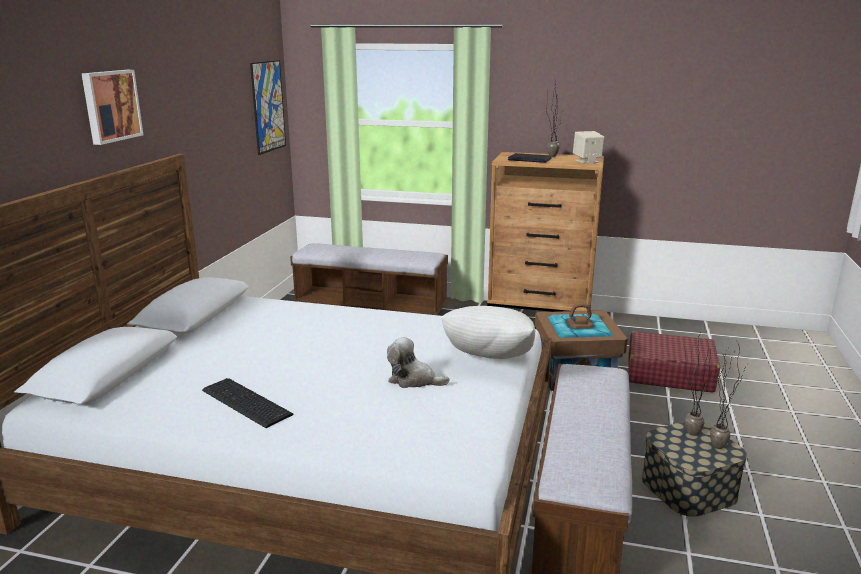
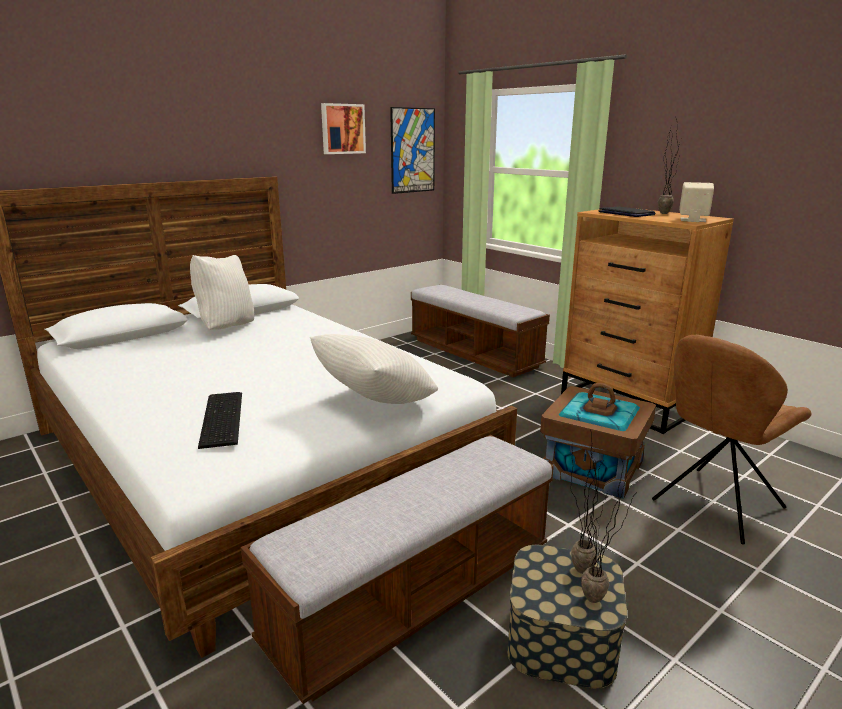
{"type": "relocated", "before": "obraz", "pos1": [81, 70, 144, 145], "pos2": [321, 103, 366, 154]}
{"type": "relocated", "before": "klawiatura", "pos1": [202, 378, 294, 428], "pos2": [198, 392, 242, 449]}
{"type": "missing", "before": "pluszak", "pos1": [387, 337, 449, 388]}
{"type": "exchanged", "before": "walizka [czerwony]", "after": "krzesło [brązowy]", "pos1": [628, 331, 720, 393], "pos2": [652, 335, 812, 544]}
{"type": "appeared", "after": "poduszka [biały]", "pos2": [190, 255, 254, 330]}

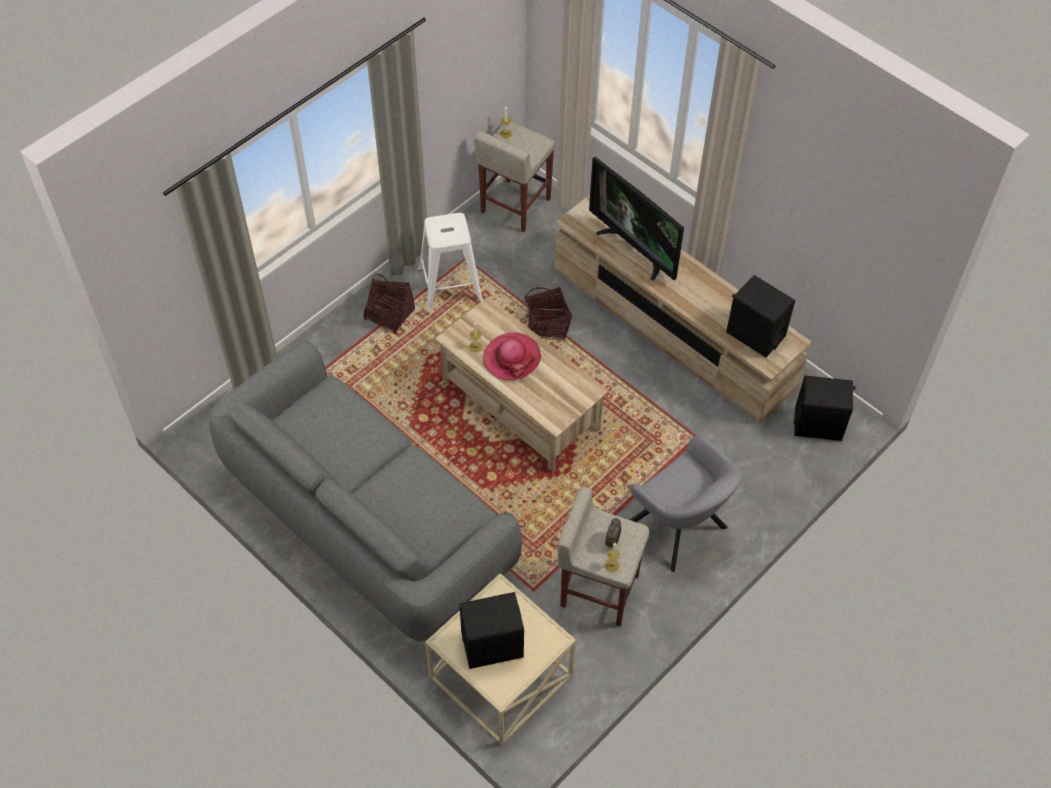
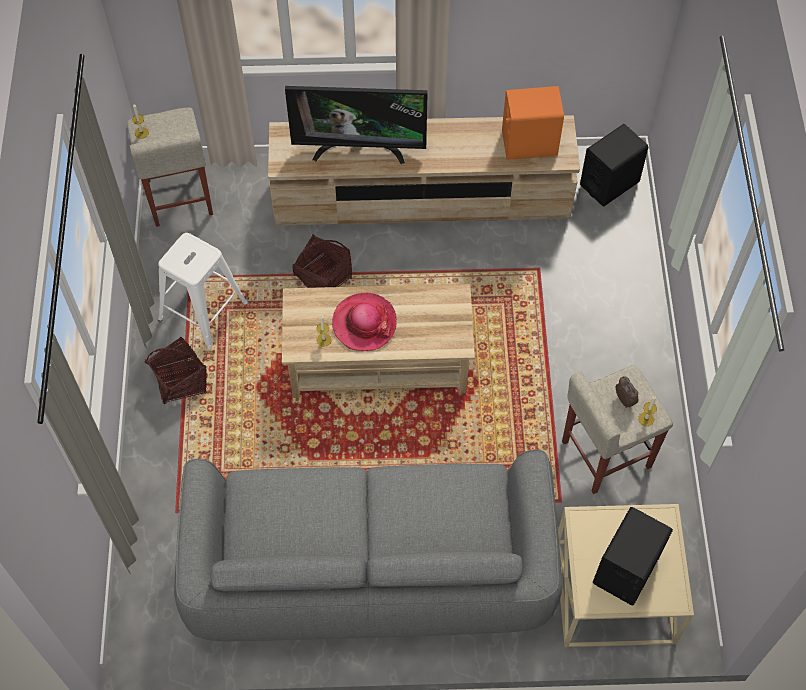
{"type": "missing", "before": "fotel [szary]", "pos1": [629, 435, 742, 572]}
{"type": "colour", "before": "głośnik [czarny]", "after": "głośnik [pomarańczowy]", "pos1": [726, 275, 795, 357], "pos2": [502, 86, 564, 160]}

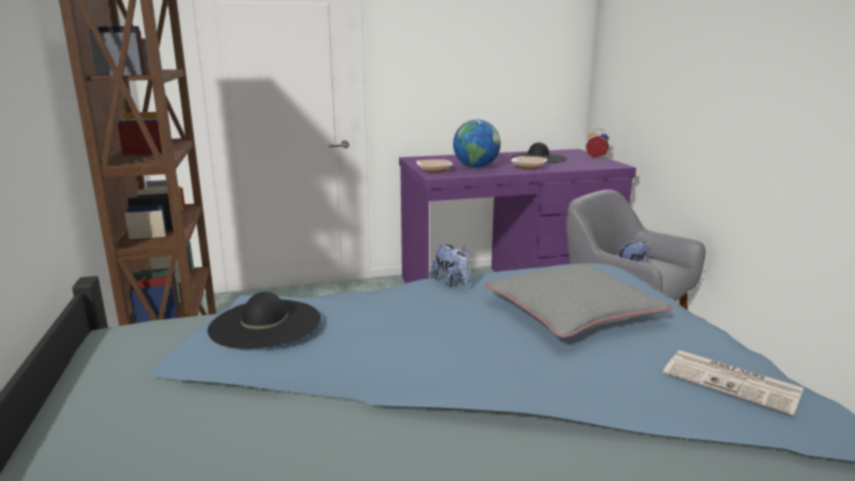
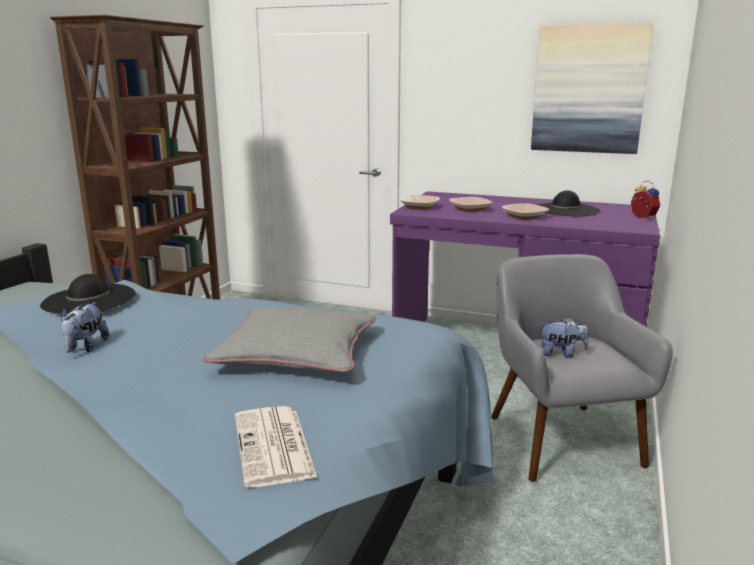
{"type": "relocated", "before": "pluszak", "pos1": [432, 244, 470, 287], "pos2": [60, 302, 109, 353]}
{"type": "exchanged", "before": "globus", "after": "miska", "pos1": [453, 119, 501, 168], "pos2": [449, 197, 493, 212]}
{"type": "appeared", "after": "obraz", "pos2": [531, 22, 654, 154]}

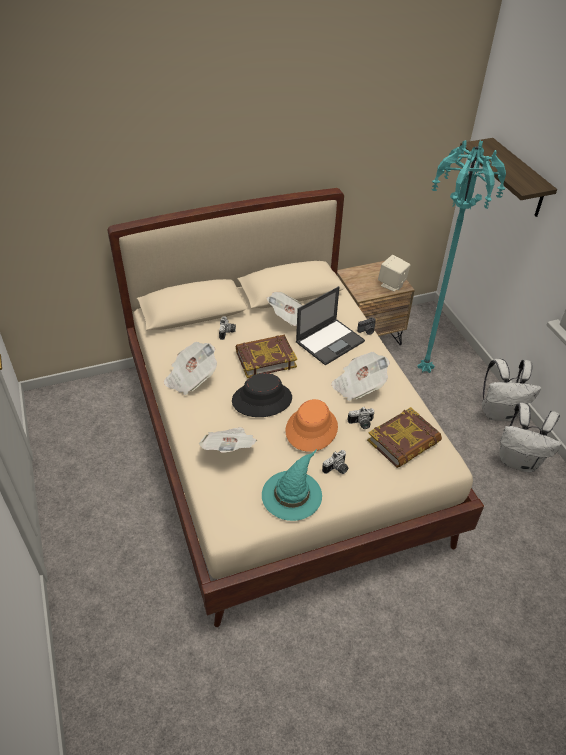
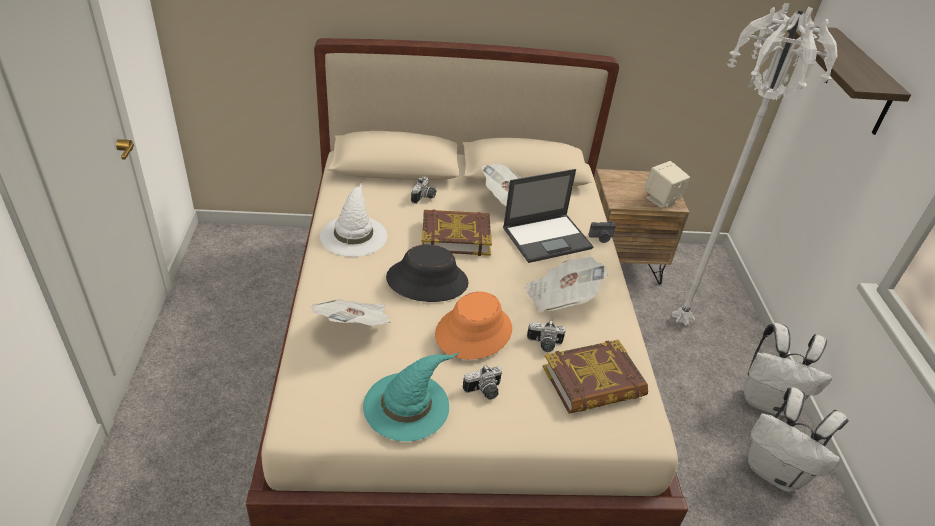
{"type": "exchanged", "before": "gazeta", "after": "kapelusz [biały]", "pos1": [164, 342, 217, 395], "pos2": [320, 182, 387, 257]}
{"type": "colour", "before": "lampa stojąca [turkusowy]", "after": "lampa stojąca [biały]", "pos1": [417, 140, 506, 373], "pos2": [672, 3, 837, 326]}

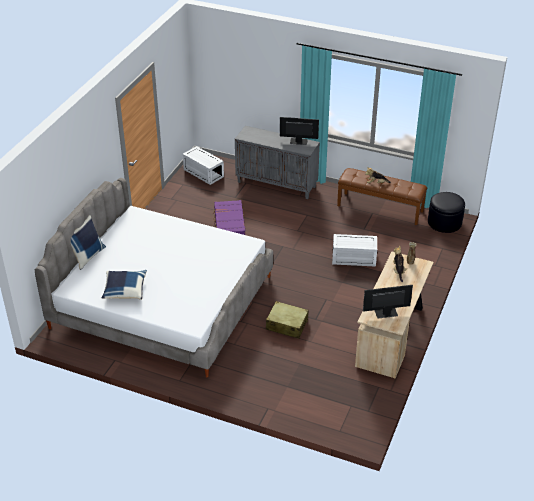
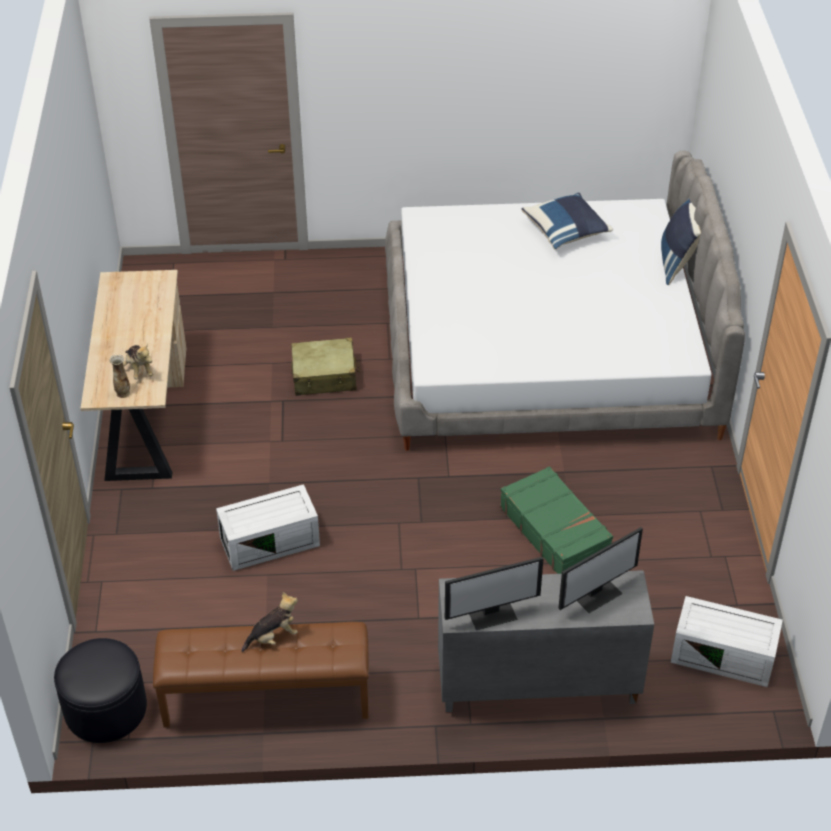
{"type": "colour", "before": "walizka [fioletowy]", "after": "walizka [zielony]", "pos1": [213, 200, 245, 235], "pos2": [500, 466, 613, 574]}
{"type": "relocated", "before": "monitor", "pos1": [363, 285, 413, 318], "pos2": [558, 527, 643, 613]}

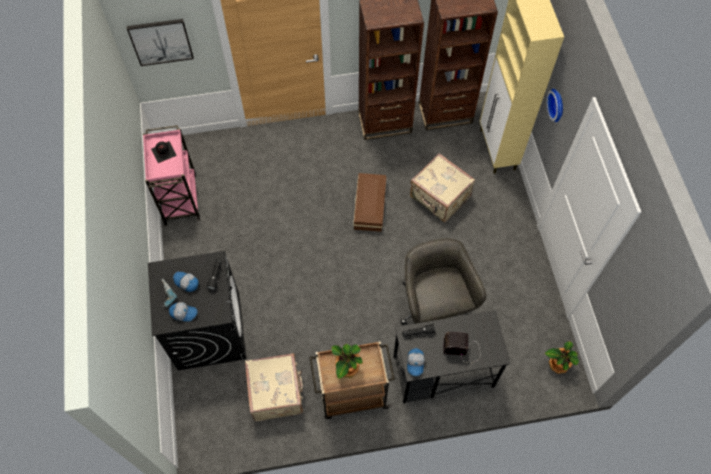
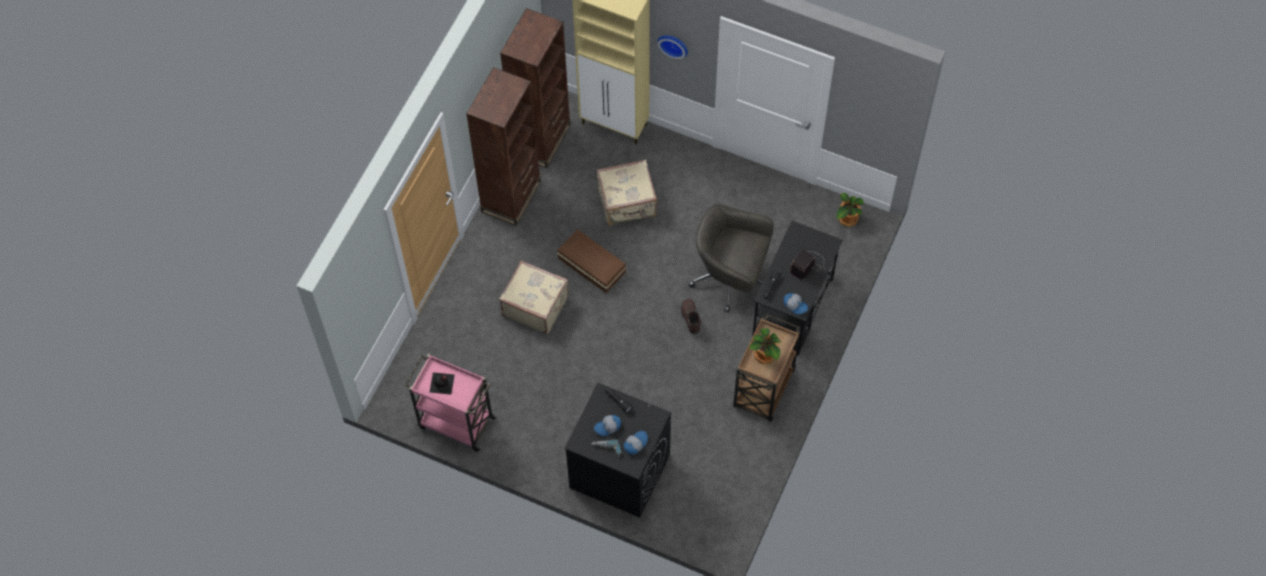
{"type": "missing", "before": "obraz", "pos1": [127, 19, 194, 66]}
{"type": "relocated", "before": "walizka [beżowy]", "pos1": [245, 353, 303, 421], "pos2": [499, 260, 569, 334]}
{"type": "appeared", "after": "but z cholewką [brązowy]", "pos2": [681, 299, 701, 334]}

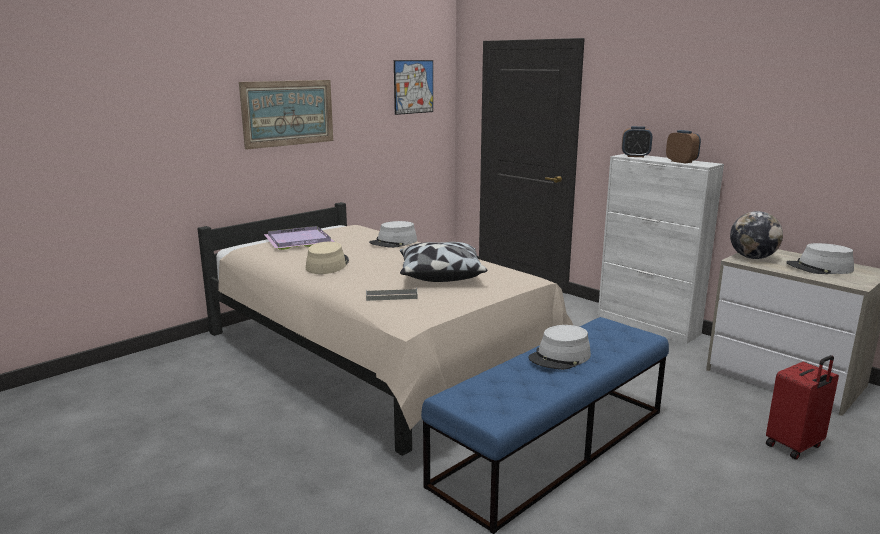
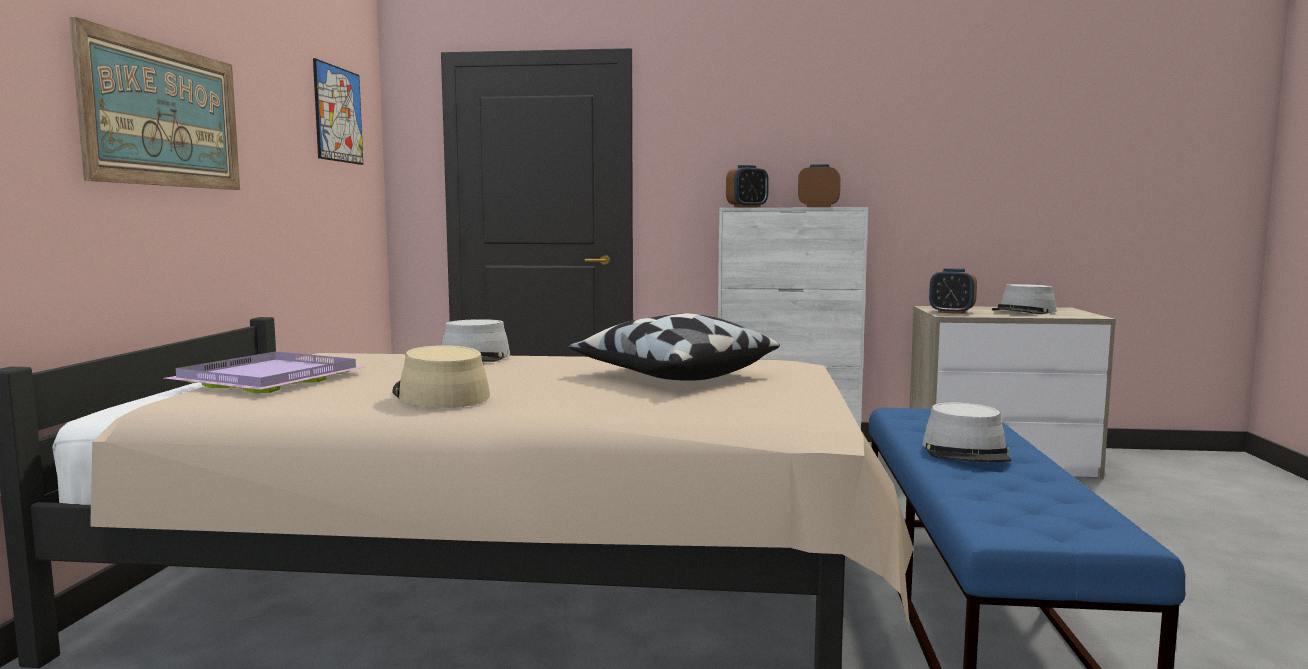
{"type": "missing", "before": "taca [szary]", "pos1": [366, 288, 418, 301]}
{"type": "exchanged", "before": "globus", "after": "budzik", "pos1": [730, 211, 783, 259], "pos2": [929, 268, 977, 314]}
{"type": "missing", "before": "walizka [czerwony]", "pos1": [766, 355, 839, 460]}

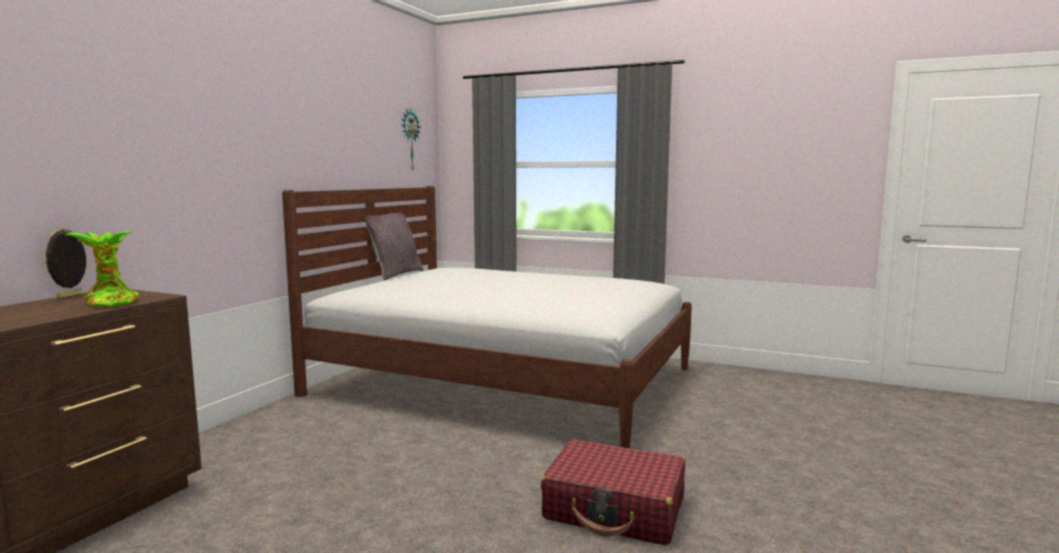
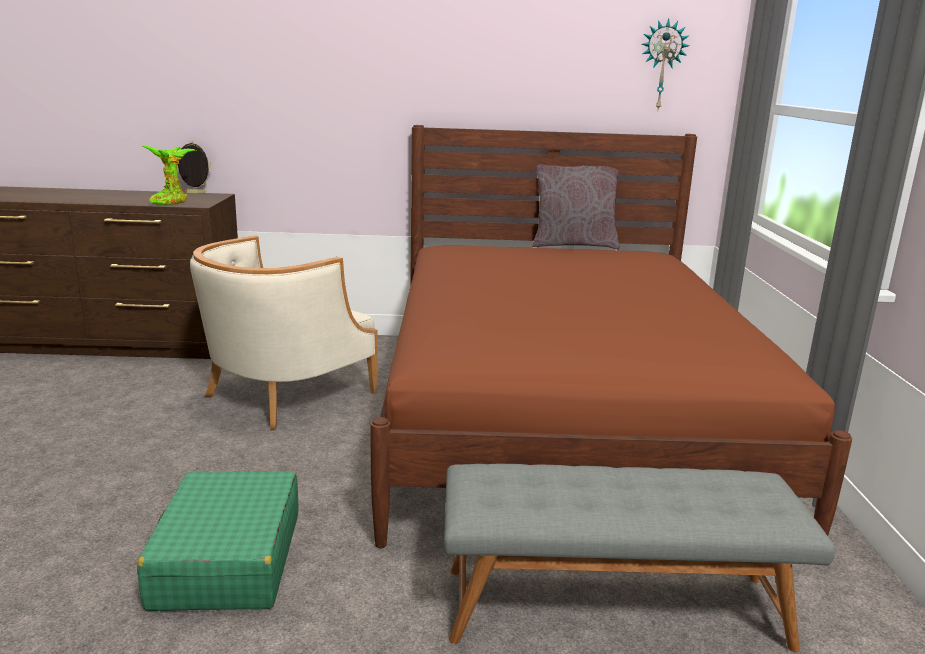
{"type": "colour", "before": "łóżko [biały]", "after": "łóżko [brązowy]", "pos1": [282, 186, 692, 449], "pos2": [370, 125, 852, 548]}
{"type": "colour", "before": "walizka [czerwony]", "after": "walizka [zielony]", "pos1": [541, 439, 685, 545], "pos2": [137, 471, 299, 611]}
{"type": "appeared", "after": "fotel [beżowy]", "pos2": [190, 235, 378, 430]}
{"type": "appeared", "after": "ławka [szary]", "pos2": [444, 464, 835, 652]}

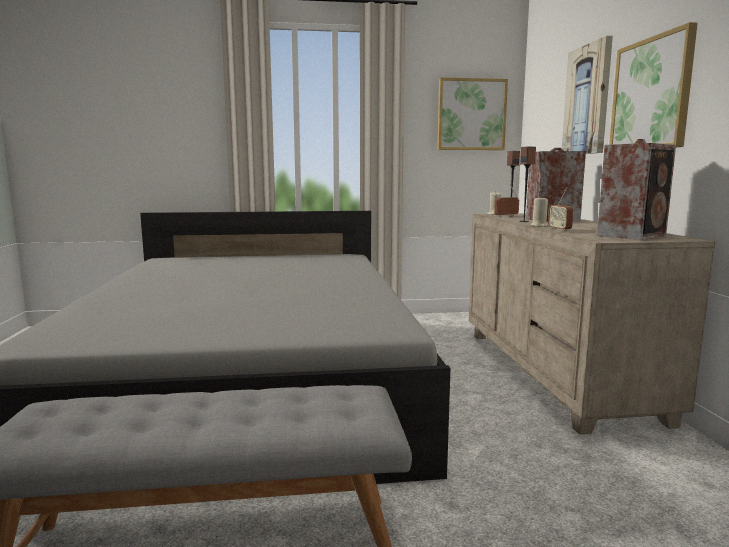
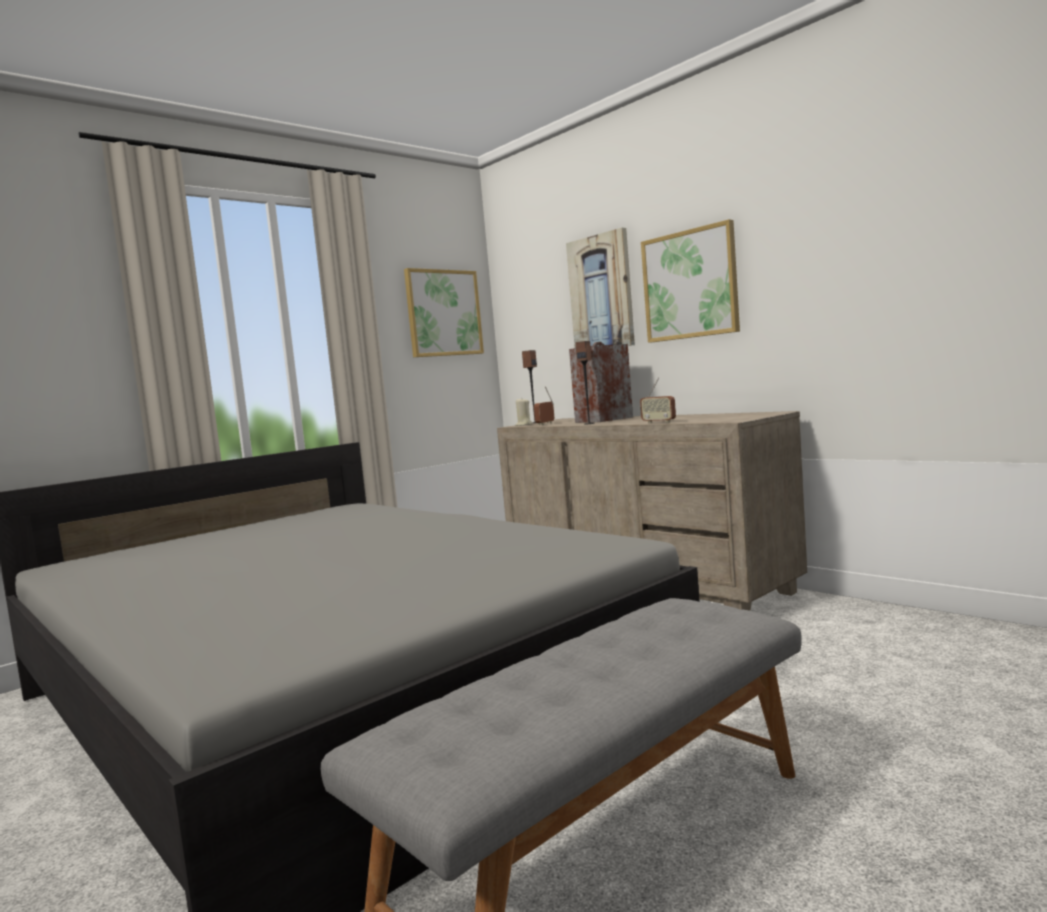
{"type": "missing", "before": "świeca [beżowy]", "pos1": [531, 196, 549, 227]}
{"type": "missing", "before": "głośnik", "pos1": [597, 139, 676, 240]}

